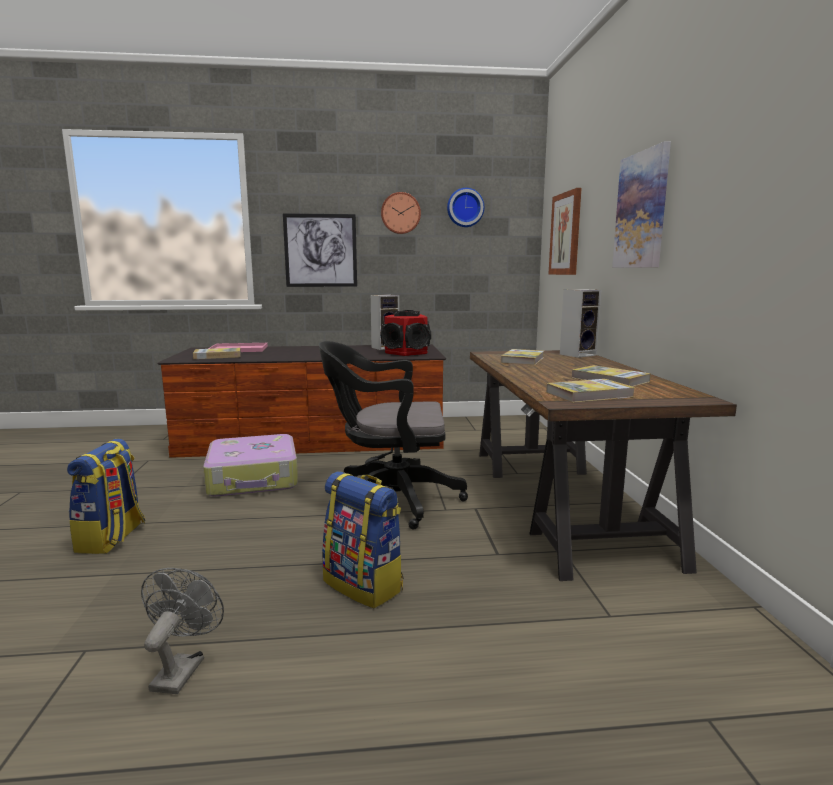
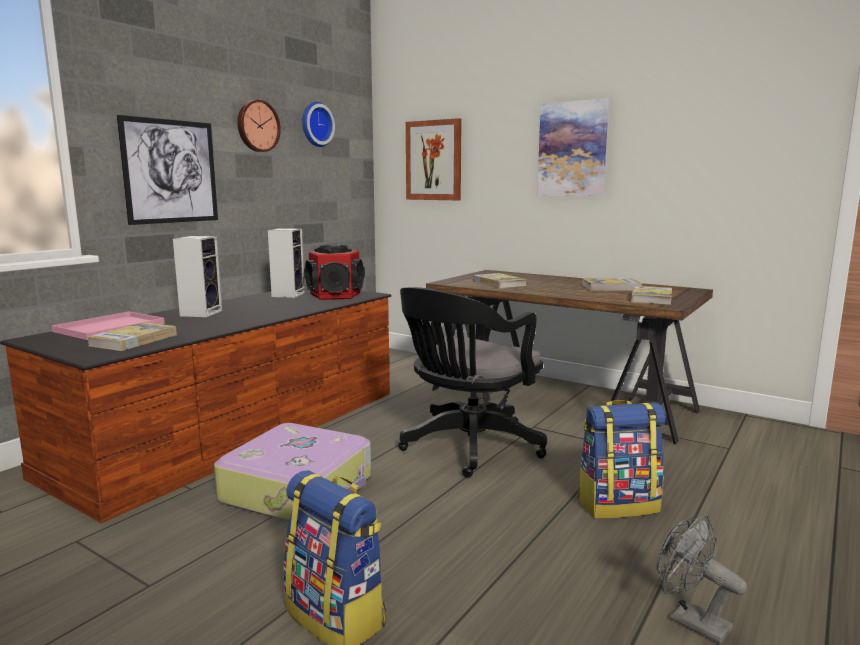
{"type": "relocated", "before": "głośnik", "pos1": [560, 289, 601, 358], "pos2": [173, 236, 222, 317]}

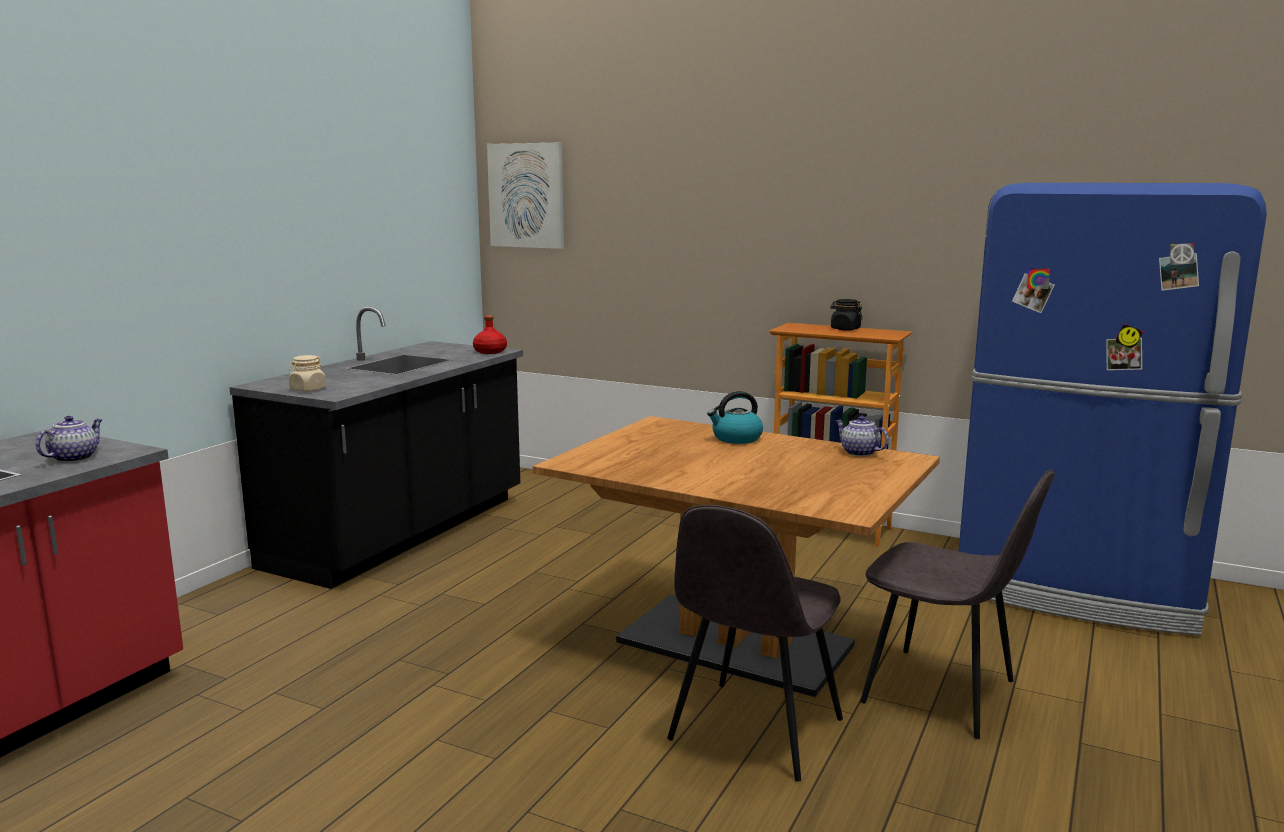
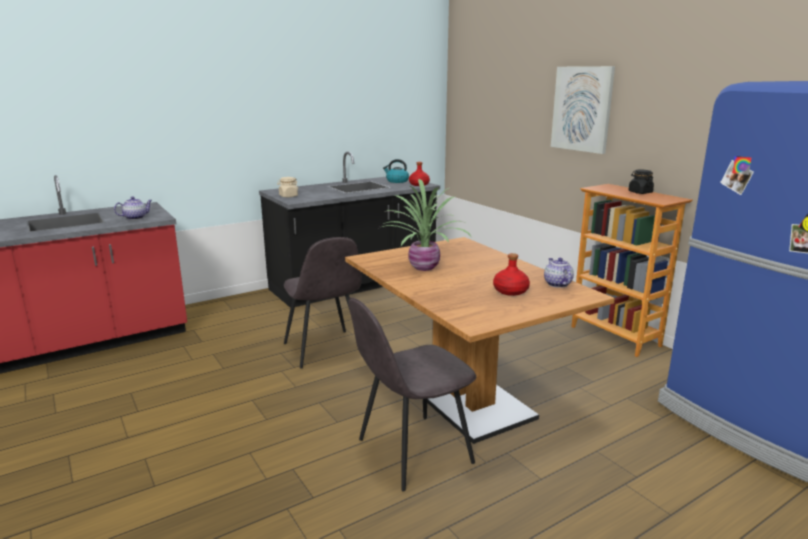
{"type": "relocated", "before": "obraz", "pos1": [487, 143, 564, 249], "pos2": [551, 66, 615, 154]}
{"type": "relocated", "before": "czajnik", "pos1": [707, 391, 763, 444], "pos2": [383, 159, 409, 183]}
{"type": "relocated", "before": "krzesło [szary]", "pos1": [860, 469, 1055, 739], "pos2": [284, 237, 362, 369]}
{"type": "appeared", "after": "roślina doniczkowa", "pos2": [380, 179, 471, 271]}
{"type": "appeared", "after": "butelka [czerwony]", "pos2": [493, 253, 530, 296]}

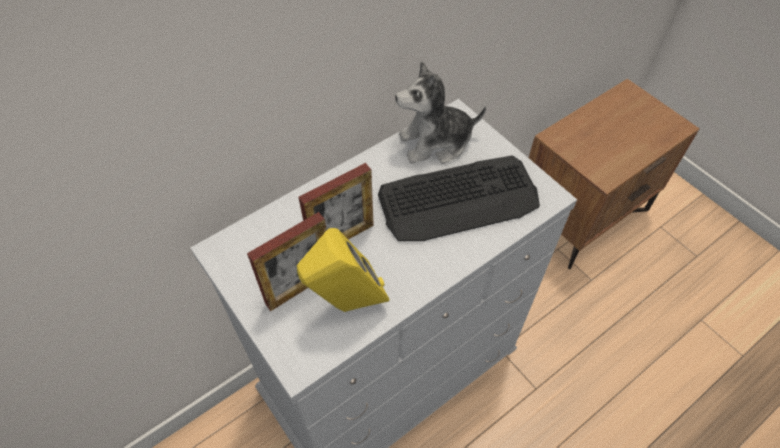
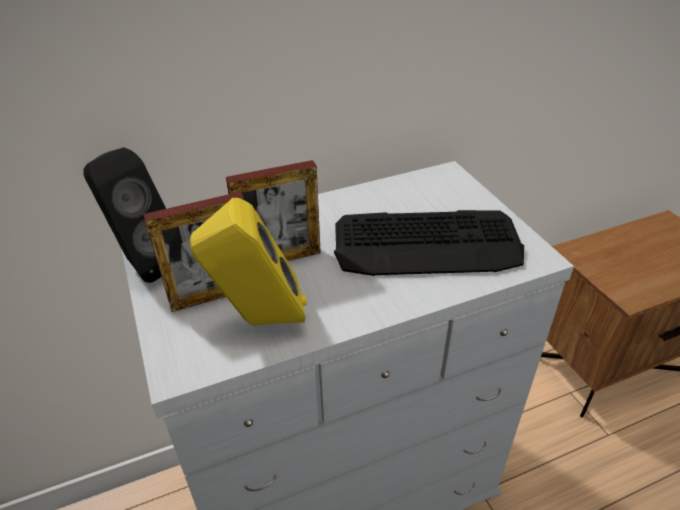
{"type": "missing", "before": "pluszak", "pos1": [395, 61, 486, 164]}
{"type": "appeared", "after": "głośnik [czarny]", "pos2": [83, 147, 166, 283]}

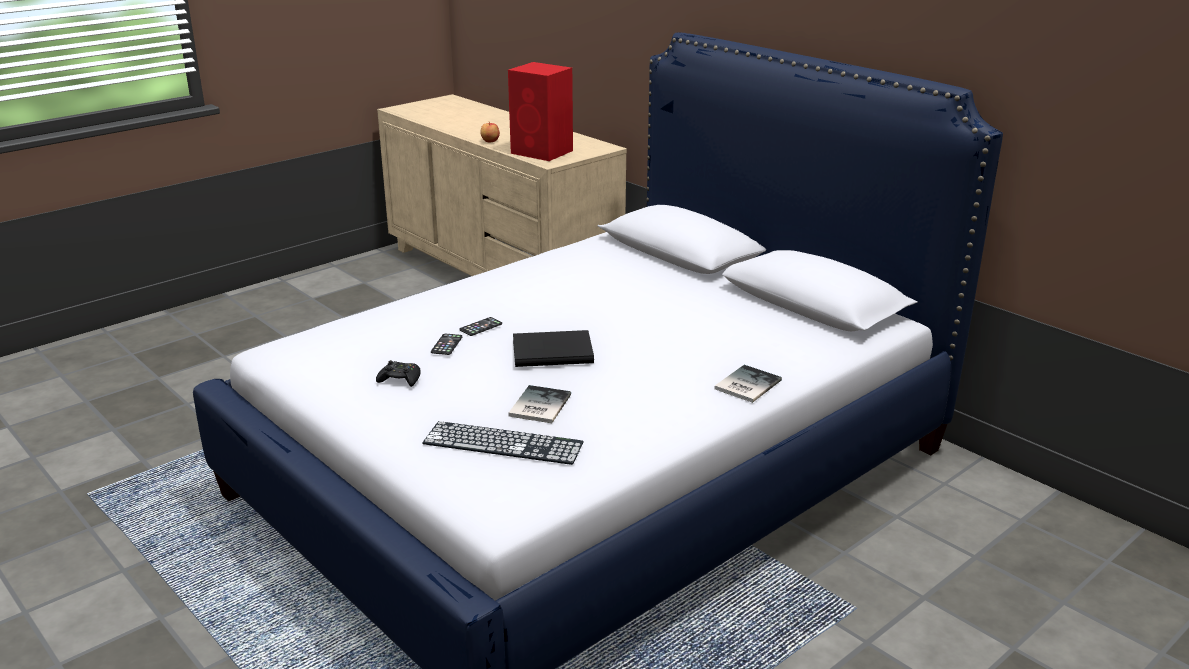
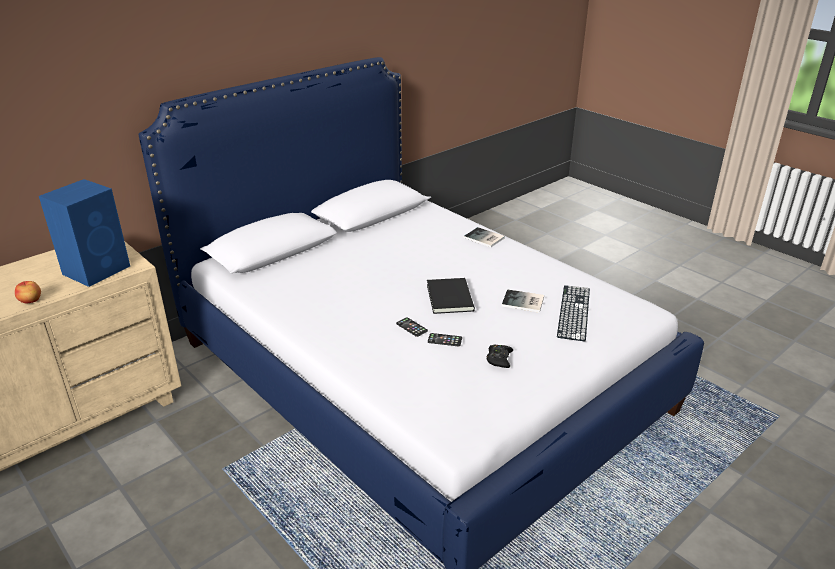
{"type": "colour", "before": "głośnik [czerwony]", "after": "głośnik [niebieski]", "pos1": [508, 62, 573, 161], "pos2": [39, 179, 130, 287]}

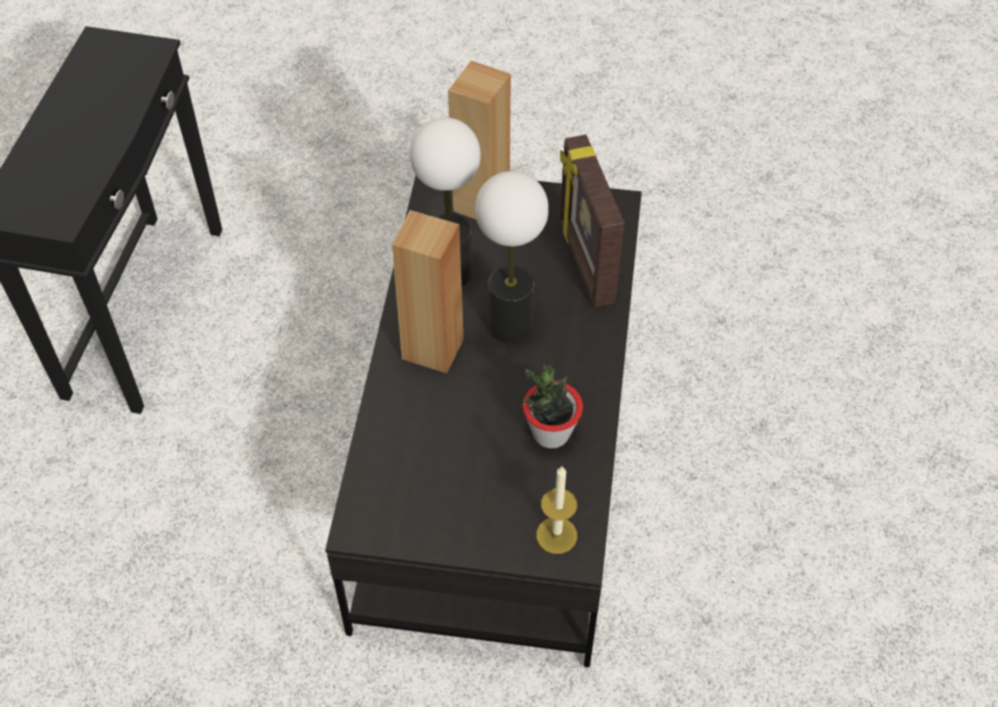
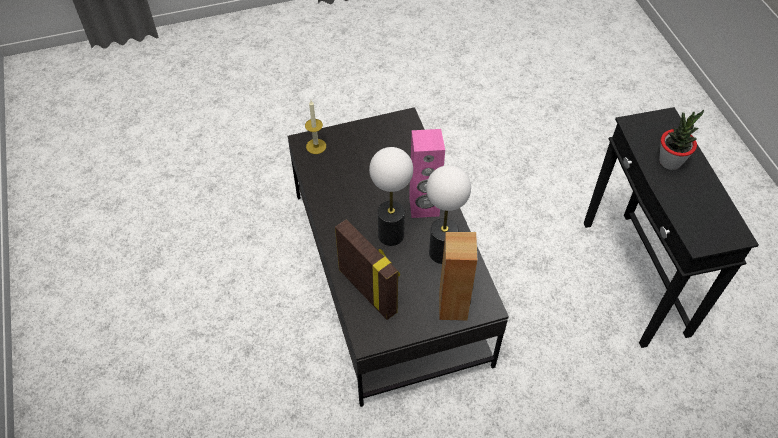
{"type": "colour", "before": "głośnik [brązowy]", "after": "głośnik [różowy]", "pos1": [392, 210, 464, 373], "pos2": [409, 129, 445, 218]}
{"type": "relocated", "before": "roślina doniczkowa", "pos1": [523, 364, 583, 448], "pos2": [659, 110, 704, 170]}

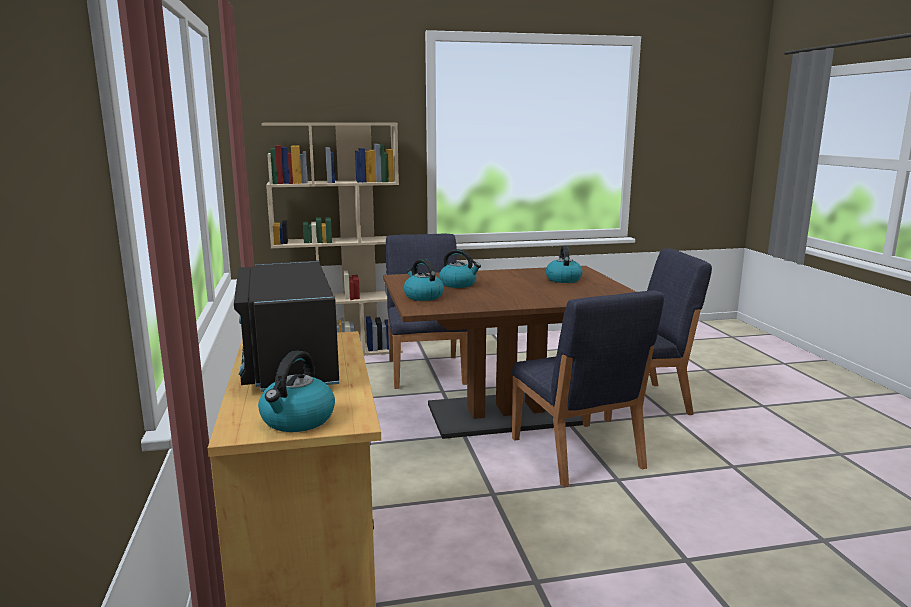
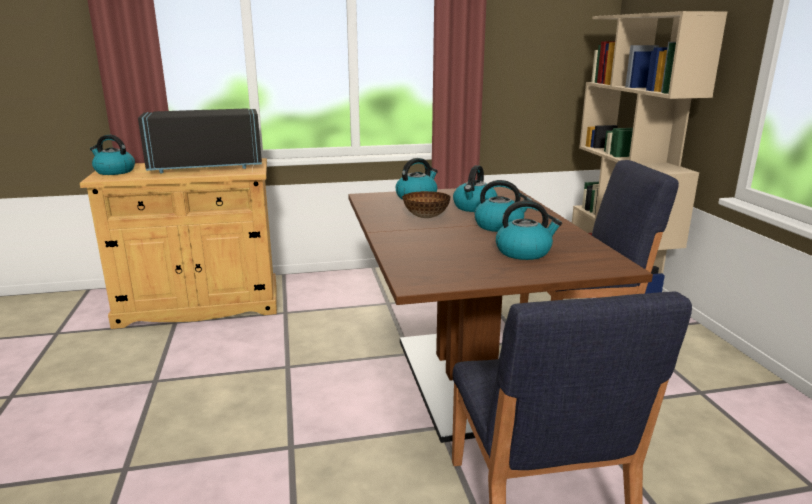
{"type": "missing", "before": "krzesło [niebieski]", "pos1": [512, 290, 664, 487]}
{"type": "appeared", "after": "miska", "pos2": [402, 191, 451, 218]}
{"type": "appeared", "after": "czajnik", "pos2": [474, 180, 533, 232]}

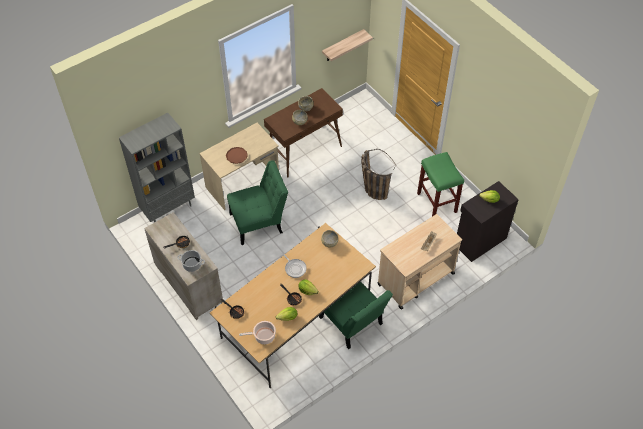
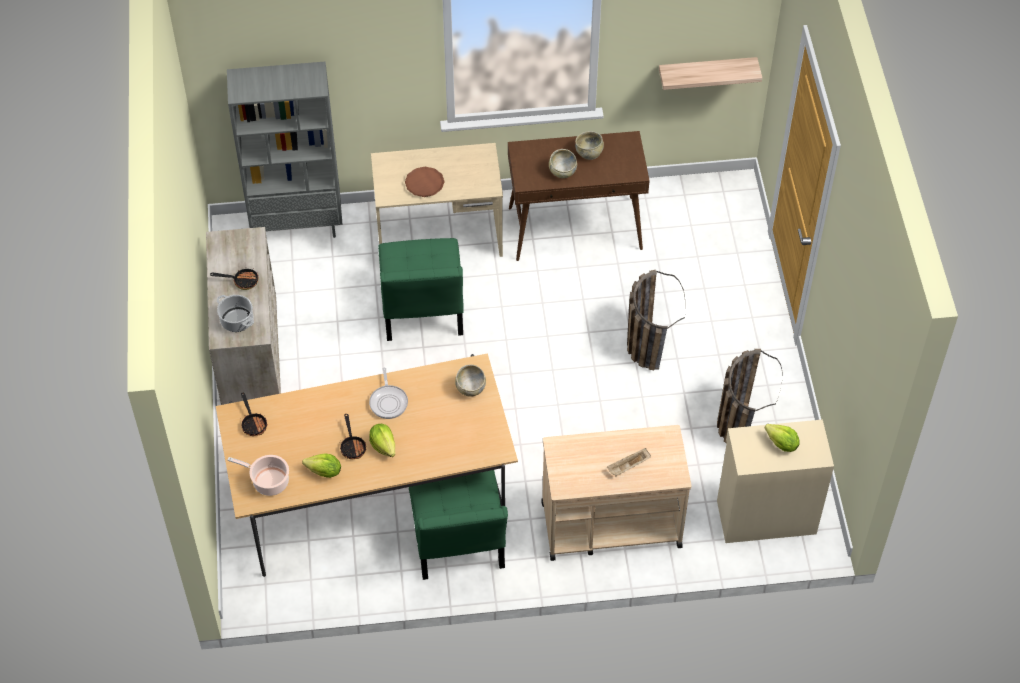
{"type": "spun", "before": "krzesło [zielony]", "pos1": [227, 160, 288, 245], "pos2": [378, 238, 464, 341], "turn": 75}
{"type": "exchanged", "before": "stołek [zielony]", "after": "koszyk", "pos1": [417, 152, 464, 216], "pos2": [717, 349, 783, 444]}
{"type": "colour", "before": "szafka [czarny]", "after": "szafka [beżowy]", "pos1": [457, 181, 519, 262], "pos2": [717, 419, 834, 543]}

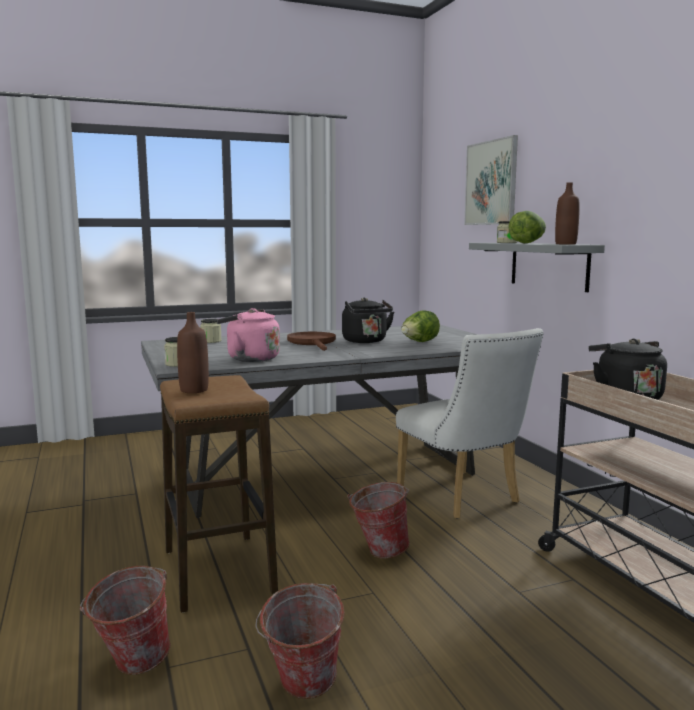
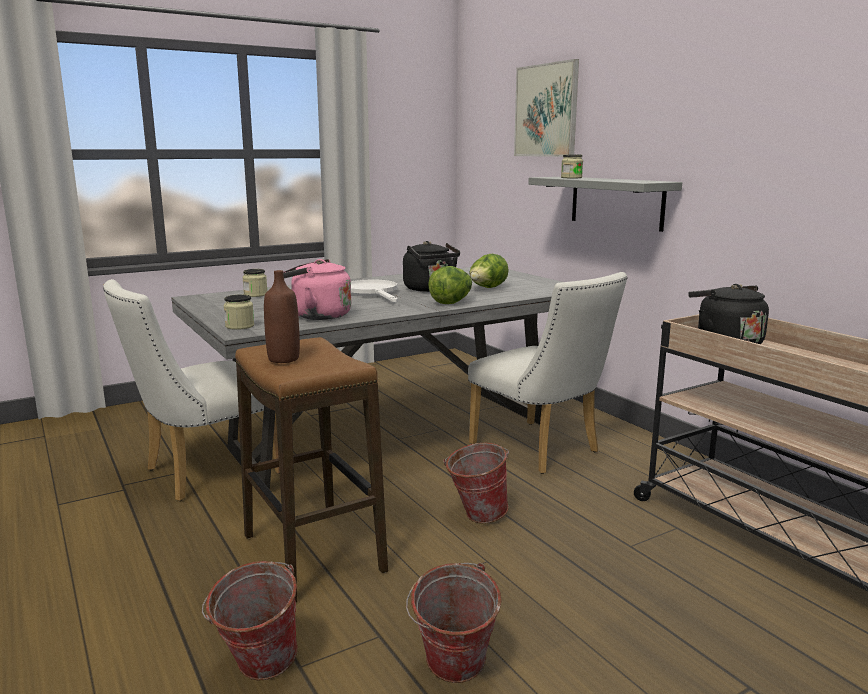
{"type": "colour", "before": "patelnia [brązowy]", "after": "patelnia [biały]", "pos1": [287, 332, 336, 351], "pos2": [351, 280, 398, 303]}
{"type": "relocated", "before": "sałata", "pos1": [508, 211, 546, 243], "pos2": [428, 266, 472, 304]}
{"type": "missing", "before": "butelka [brązowy]", "pos1": [555, 182, 580, 244]}
{"type": "appeared", "after": "krzesło [biały]", "pos2": [103, 279, 280, 501]}

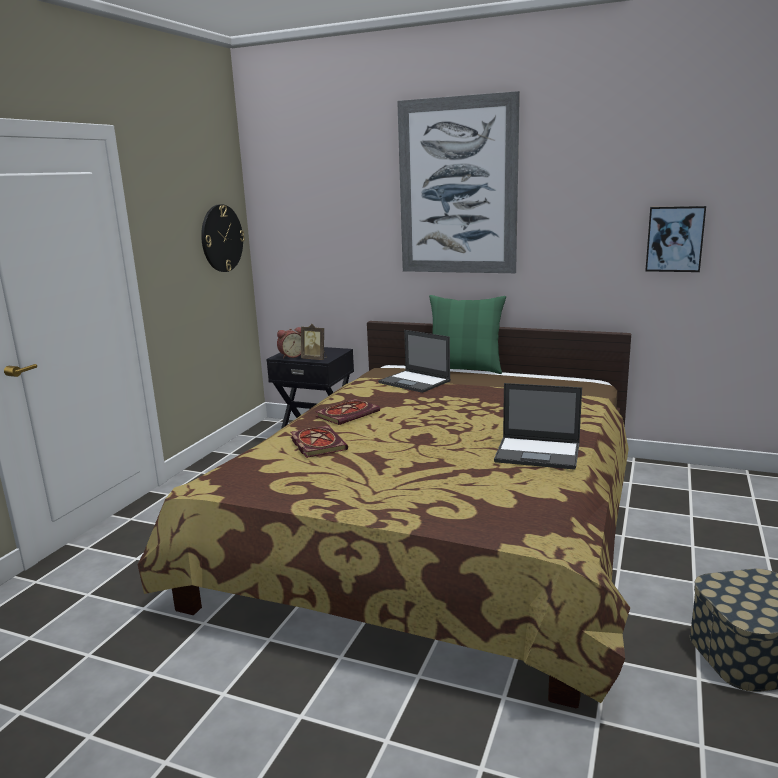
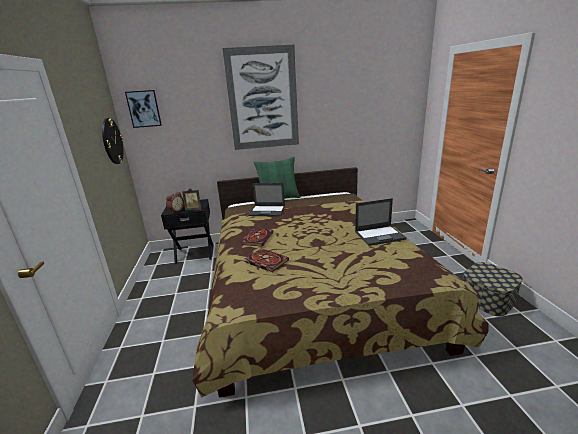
{"type": "relocated", "before": "obraz", "pos1": [645, 206, 706, 272], "pos2": [125, 90, 162, 128]}

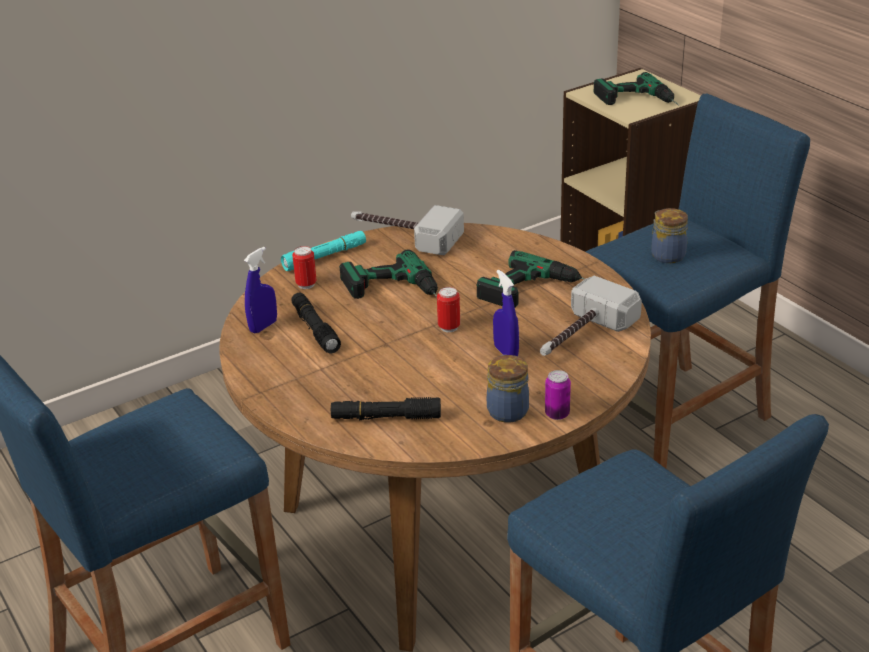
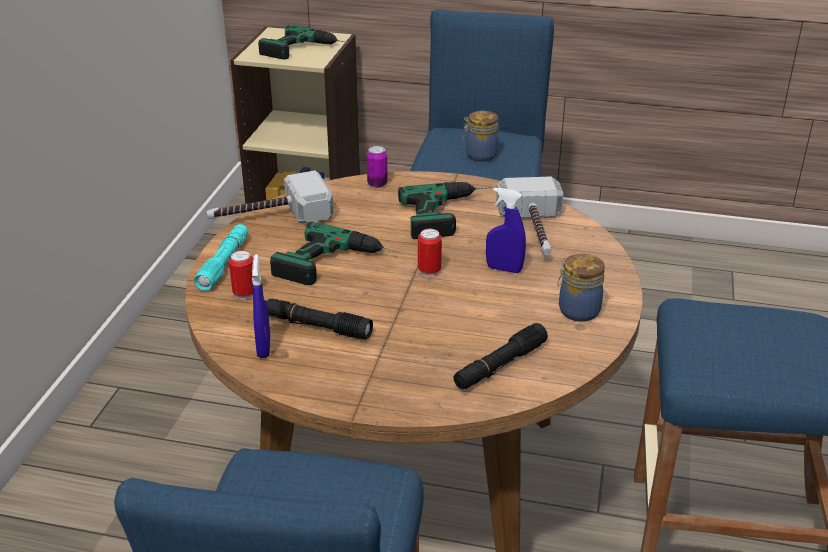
{"type": "relocated", "before": "puszka", "pos1": [545, 370, 571, 420], "pos2": [367, 146, 388, 188]}

